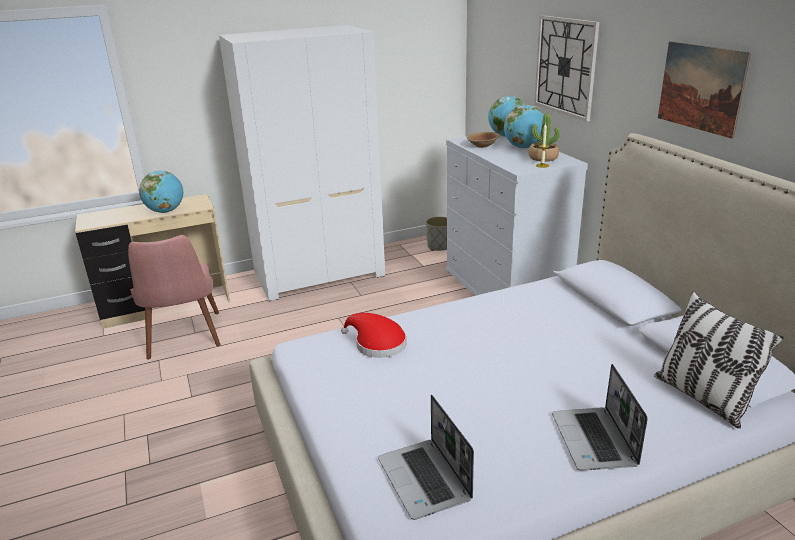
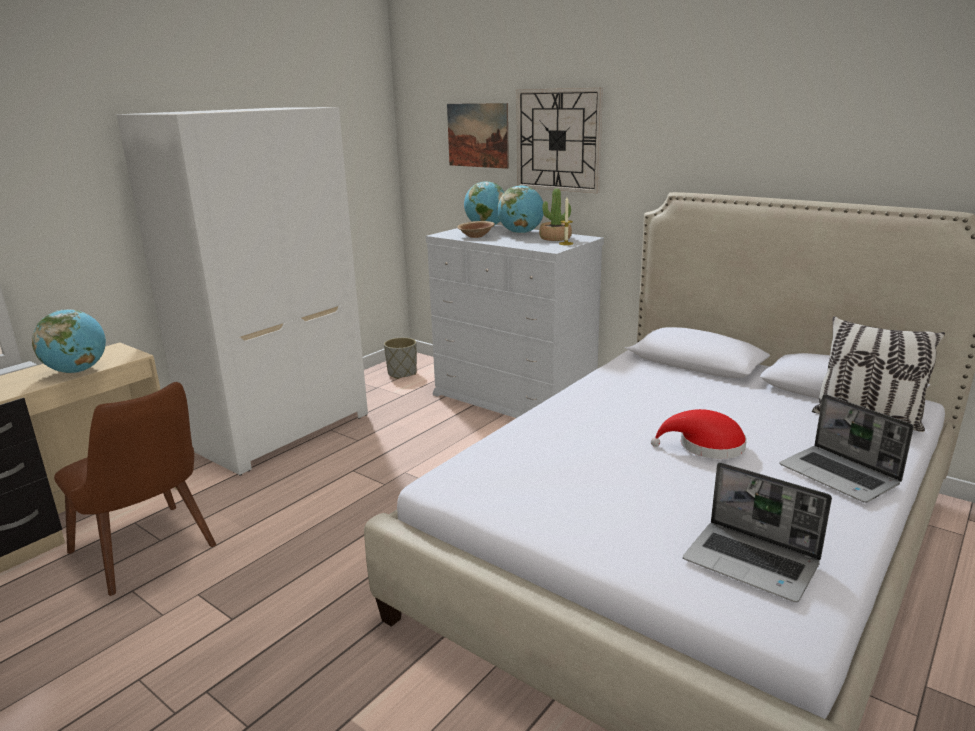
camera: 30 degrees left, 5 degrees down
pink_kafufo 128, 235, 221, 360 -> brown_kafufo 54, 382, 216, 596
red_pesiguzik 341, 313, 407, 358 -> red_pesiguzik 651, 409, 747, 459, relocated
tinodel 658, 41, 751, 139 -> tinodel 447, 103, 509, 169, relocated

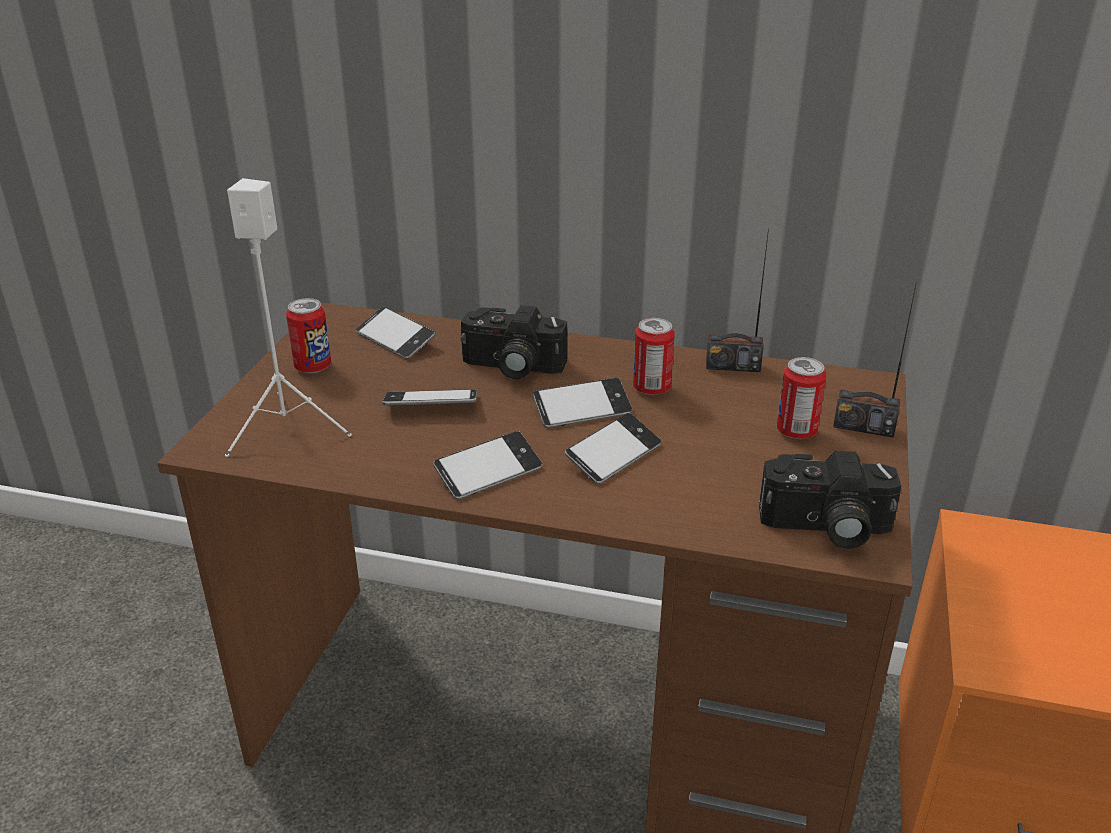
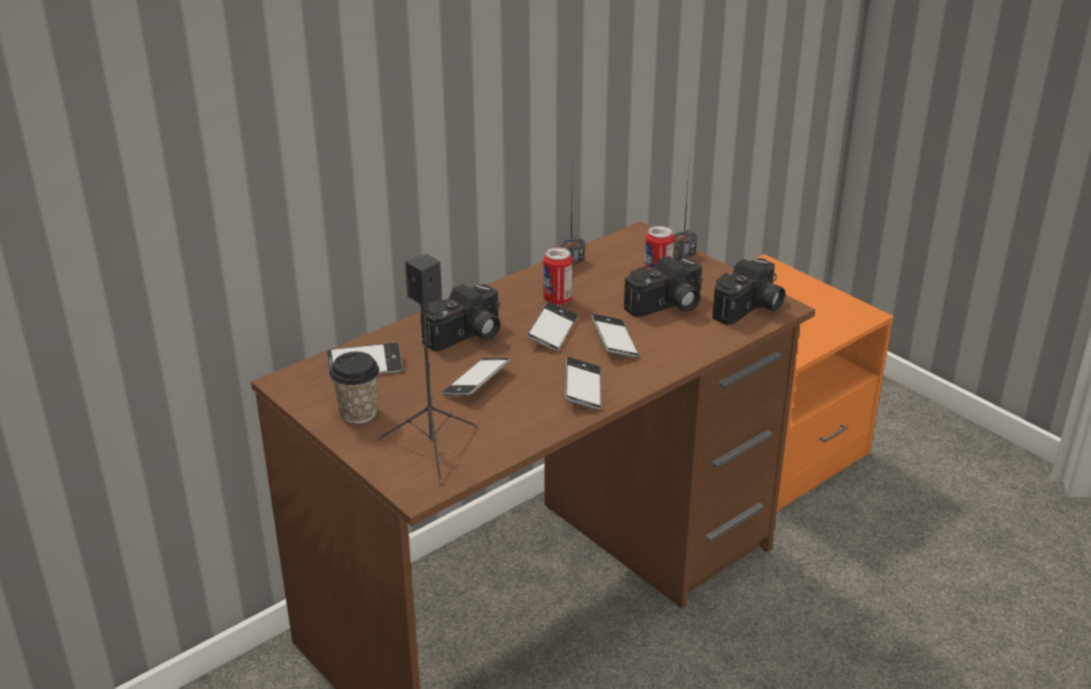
camera: 55 degrees left, 0 degrees up
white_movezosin 225, 178, 352, 457 -> black_movezosin 378, 254, 478, 485
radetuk 286, 298, 331, 373 -> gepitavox 330, 352, 379, 424
none -> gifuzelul 624, 256, 703, 317

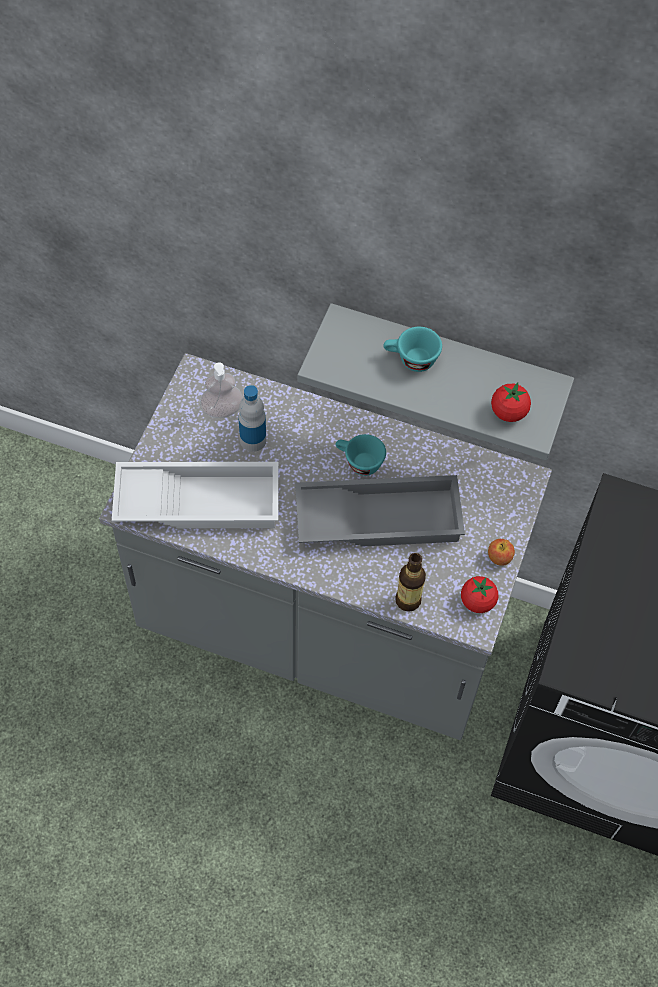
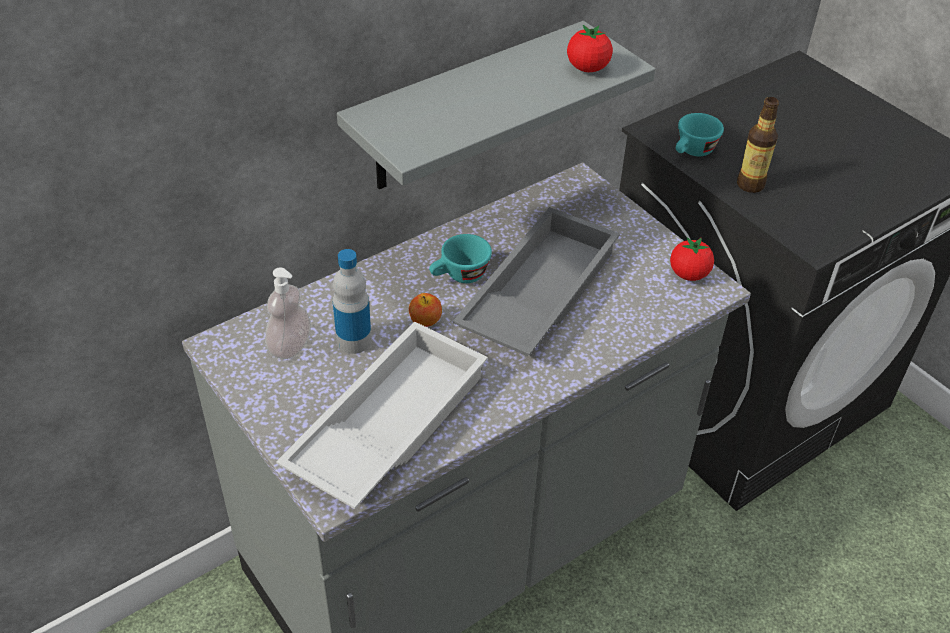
camera: 55 degrees left, 15 degrees down
turquoise_gepitavox 383, 327, 442, 372 -> turquoise_gepitavox 676, 113, 724, 156, relocated
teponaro 395, 553, 426, 612 -> teponaro 737, 97, 779, 193, relocated
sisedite 488, 539, 515, 566 -> sisedite 409, 293, 442, 327, relocated

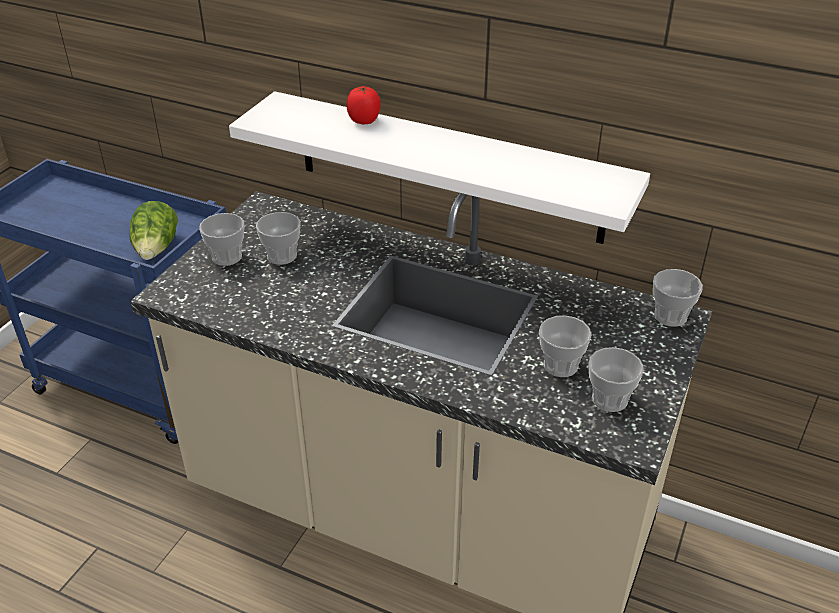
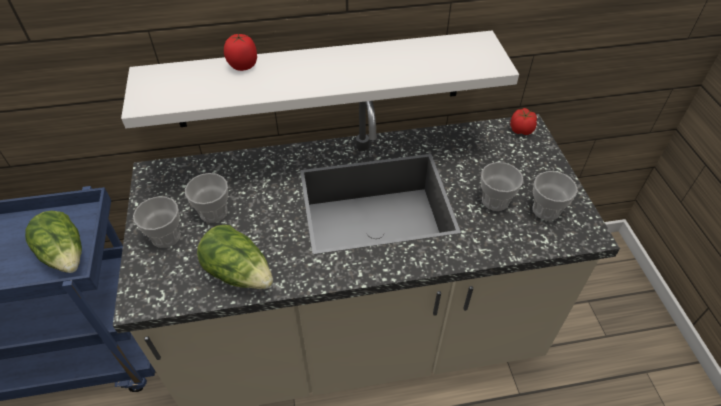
camera: 35 degrees left, 10 degrees up
gepitavox 653, 269, 703, 327 -> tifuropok 510, 108, 537, 135
none -> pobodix 197, 225, 273, 289

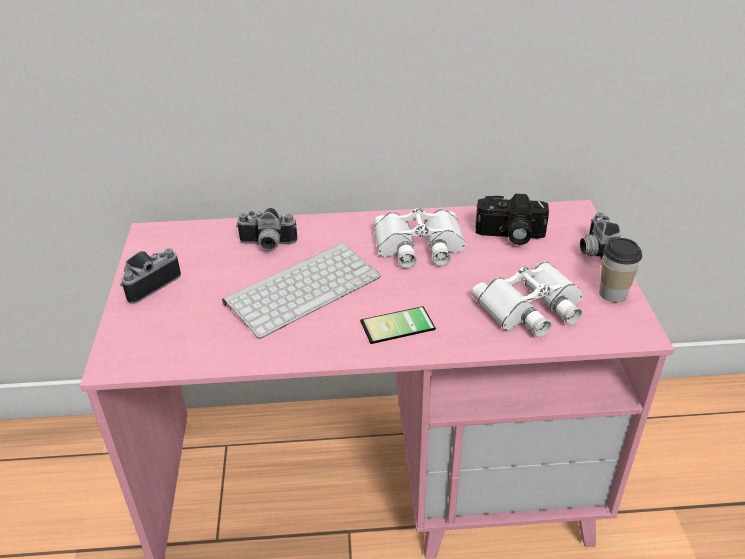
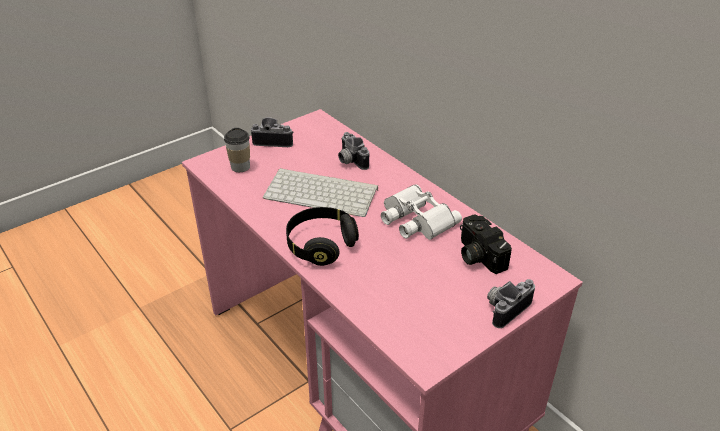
camera: 55 degrees right, 0 degrees up
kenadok 360, 306, 436, 344 -> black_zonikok 286, 207, 359, 266
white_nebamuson 472, 261, 583, 337 -> none
gepitavox 599, 238, 642, 302 -> gepitavox 224, 128, 250, 172, relocated

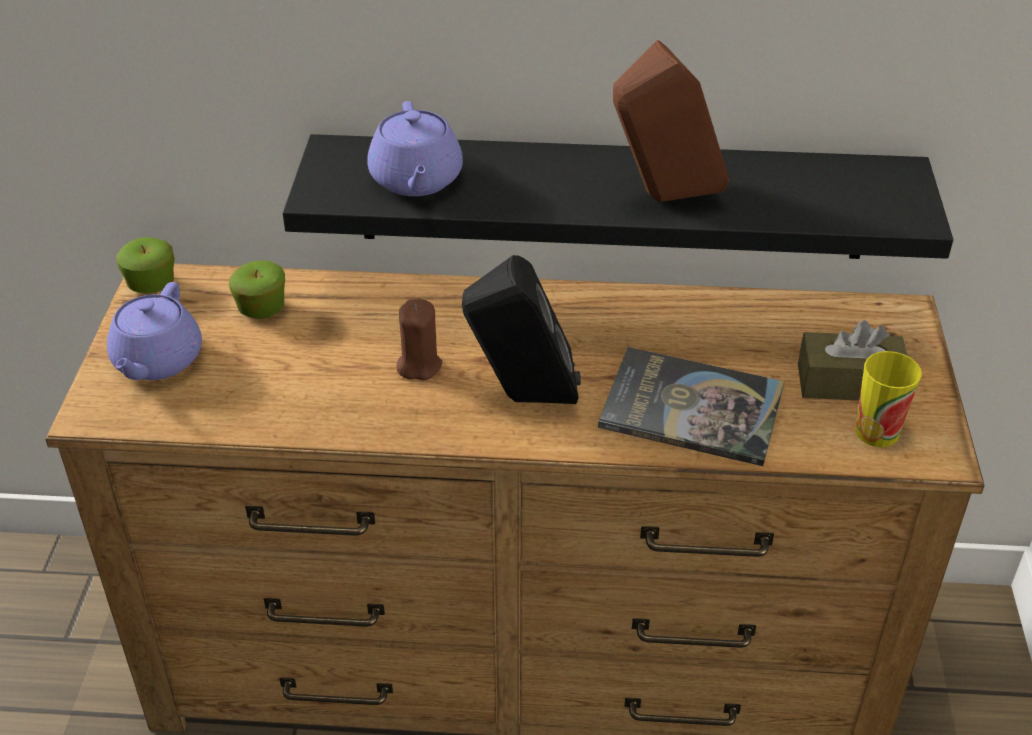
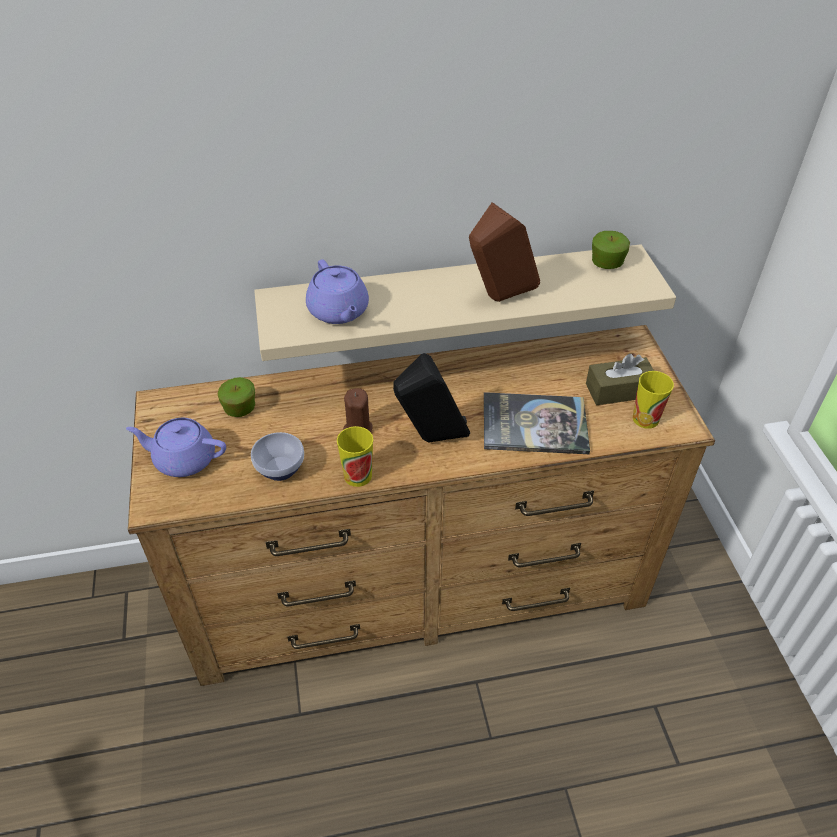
camera: 15 degrees left, 5 degrees up
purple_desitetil 107, 282, 202, 380 -> purple_desitetil 126, 418, 226, 477, 105 degrees clockwise
sisedite 116, 237, 175, 293 -> sisedite 592, 231, 630, 269, relocated
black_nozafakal 283, 134, 953, 259 -> beige_nozafakal 254, 244, 676, 361
none -> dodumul 251, 432, 304, 481
none -> gepitavox 337, 426, 373, 487

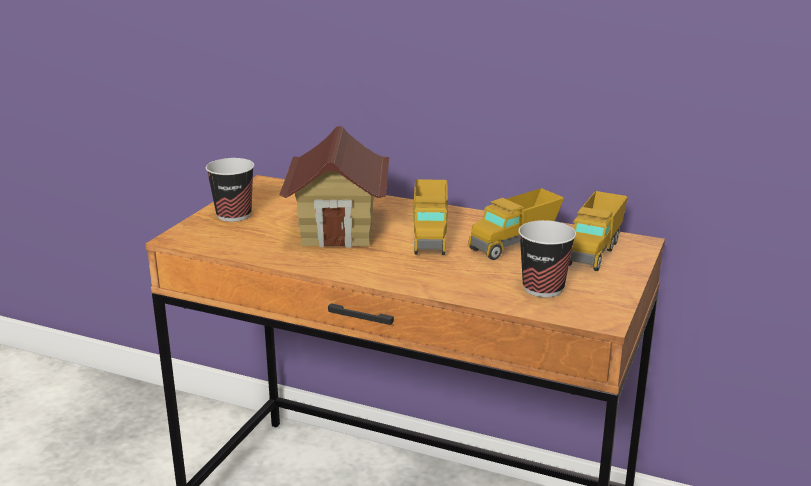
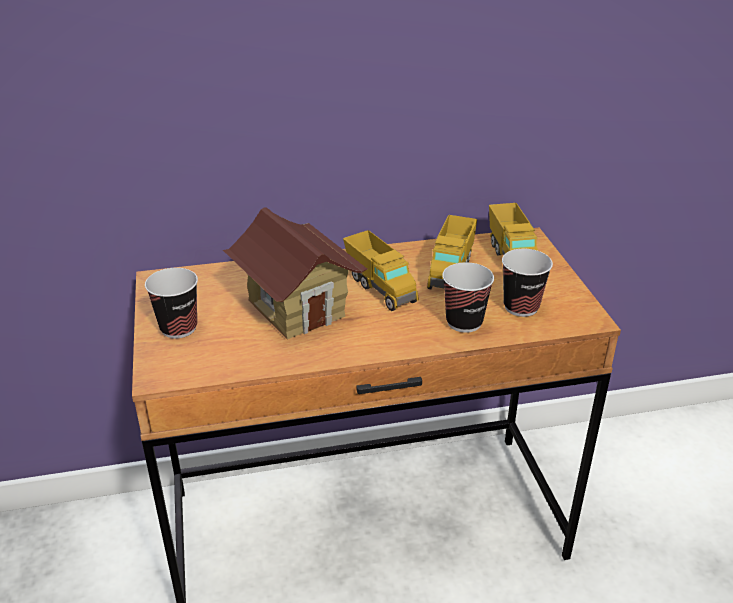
camera: 35 degrees left, 10 degrees up
none -> gepitavox 442, 262, 494, 333

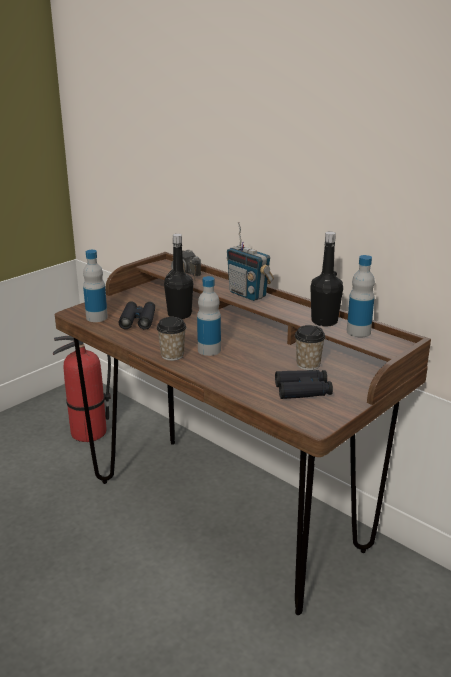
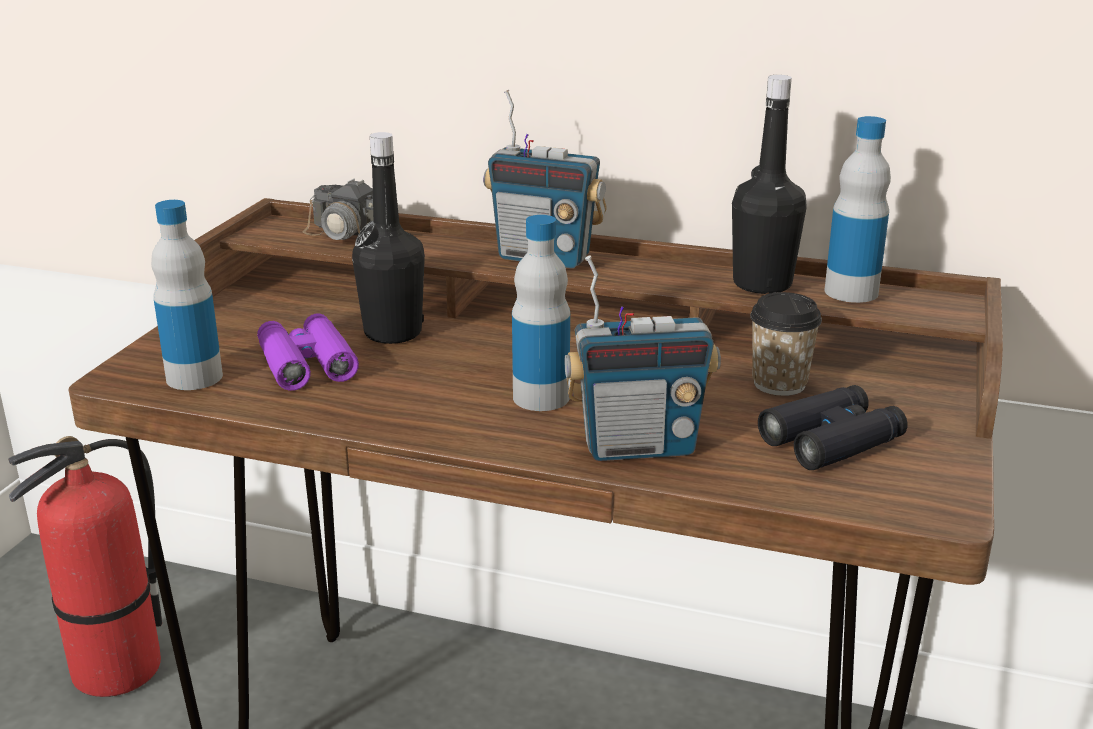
camera: 25 degrees left, 0 degrees up
black_nebamuson 119, 301, 155, 330 -> purple_nebamuson 257, 314, 359, 391
gepitavox 157, 317, 186, 361 -> none
none -> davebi 565, 255, 721, 461

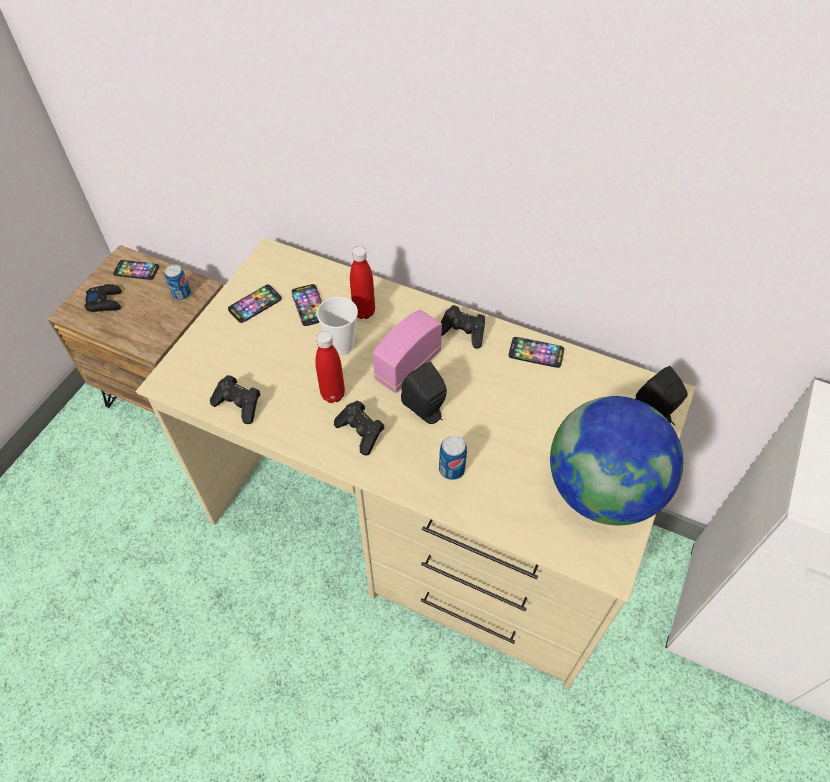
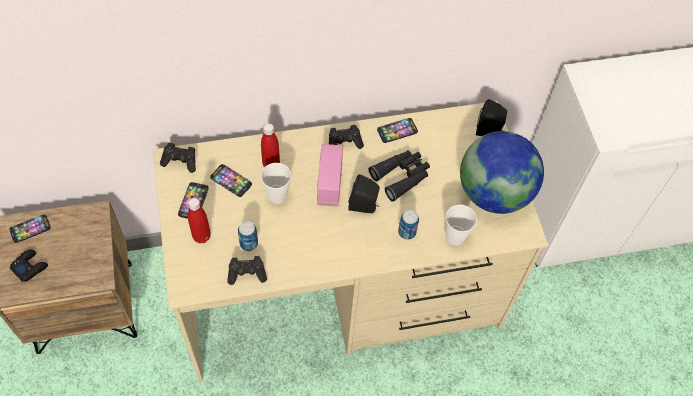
camera: 40 degrees left, 5 degrees up
radetuk 165, 265, 191, 300 -> radetuk 238, 221, 258, 251, relocated
red_teponaro 316, 331, 345, 403 -> red_teponaro 188, 198, 211, 243, relocated
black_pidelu 334, 401, 384, 455 -> black_pidelu 160, 143, 196, 173, relocated
none -> black_nebamuson 368, 150, 430, 202
none -> gepitavox 446, 205, 477, 246

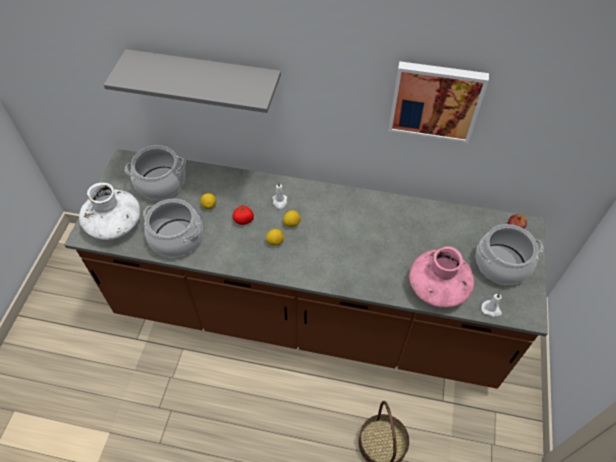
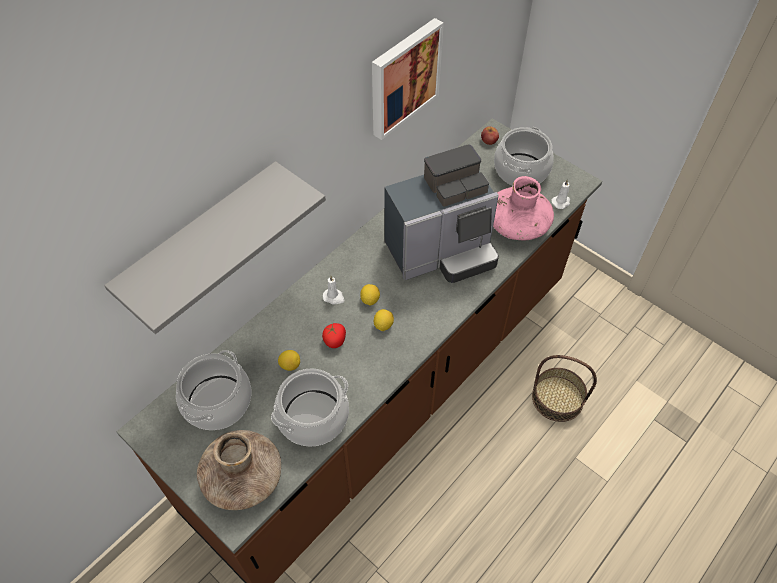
camera: 60 degrees left, 0 degrees up
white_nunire 79, 183, 140, 240 -> brown_nunire 197, 430, 281, 510
none -> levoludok 385, 144, 499, 283

